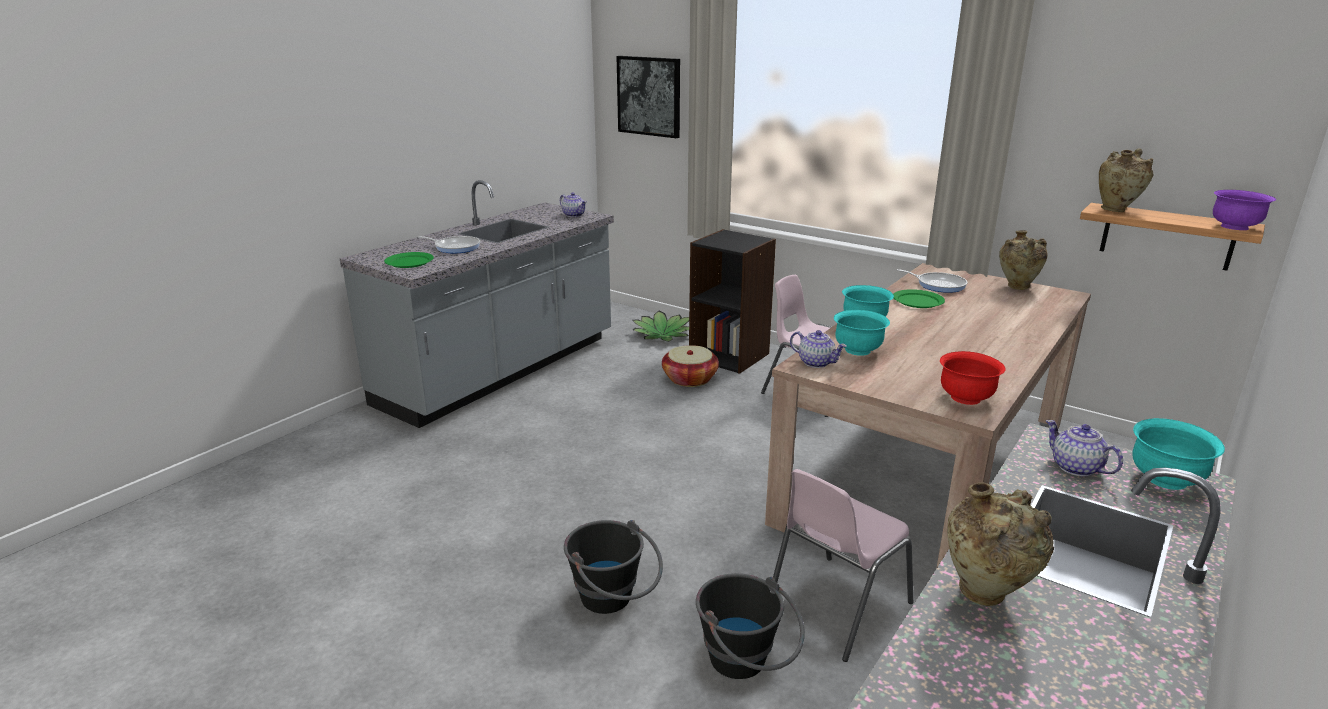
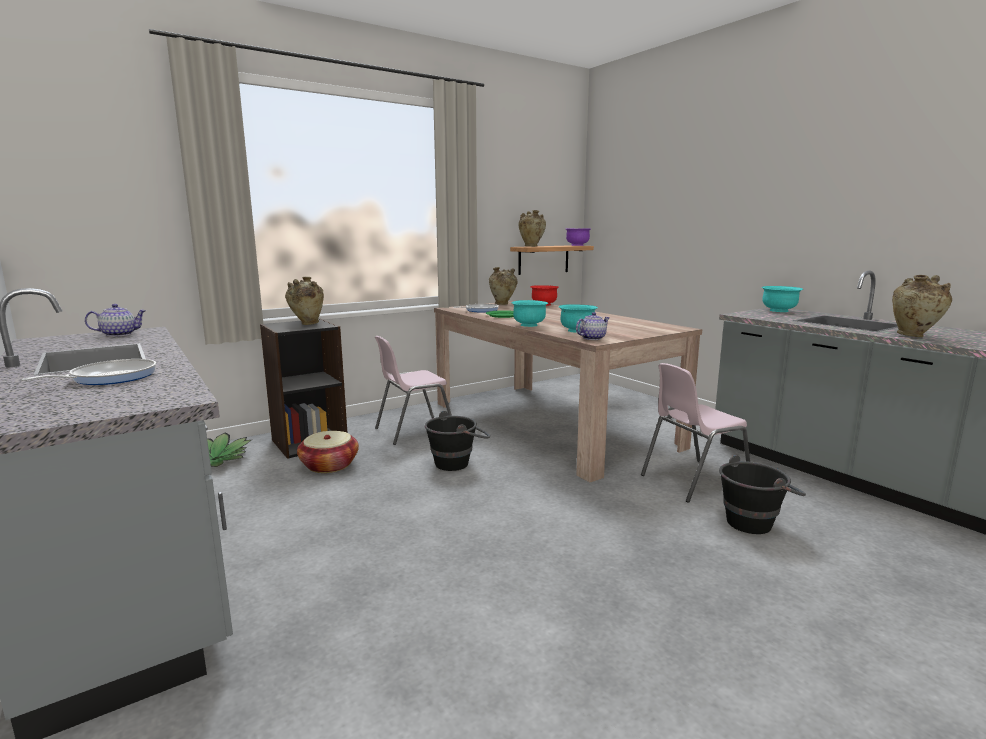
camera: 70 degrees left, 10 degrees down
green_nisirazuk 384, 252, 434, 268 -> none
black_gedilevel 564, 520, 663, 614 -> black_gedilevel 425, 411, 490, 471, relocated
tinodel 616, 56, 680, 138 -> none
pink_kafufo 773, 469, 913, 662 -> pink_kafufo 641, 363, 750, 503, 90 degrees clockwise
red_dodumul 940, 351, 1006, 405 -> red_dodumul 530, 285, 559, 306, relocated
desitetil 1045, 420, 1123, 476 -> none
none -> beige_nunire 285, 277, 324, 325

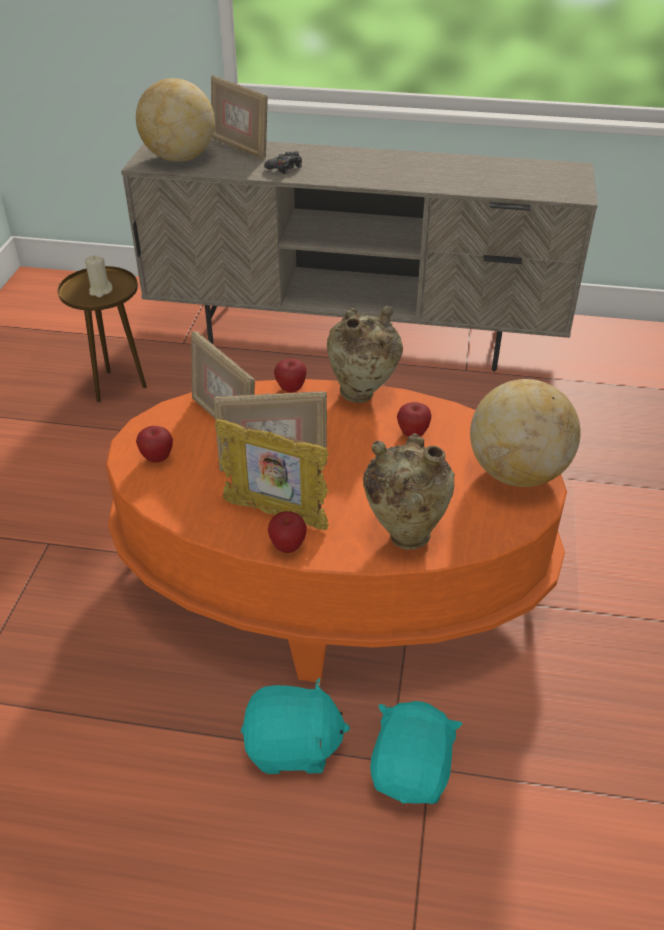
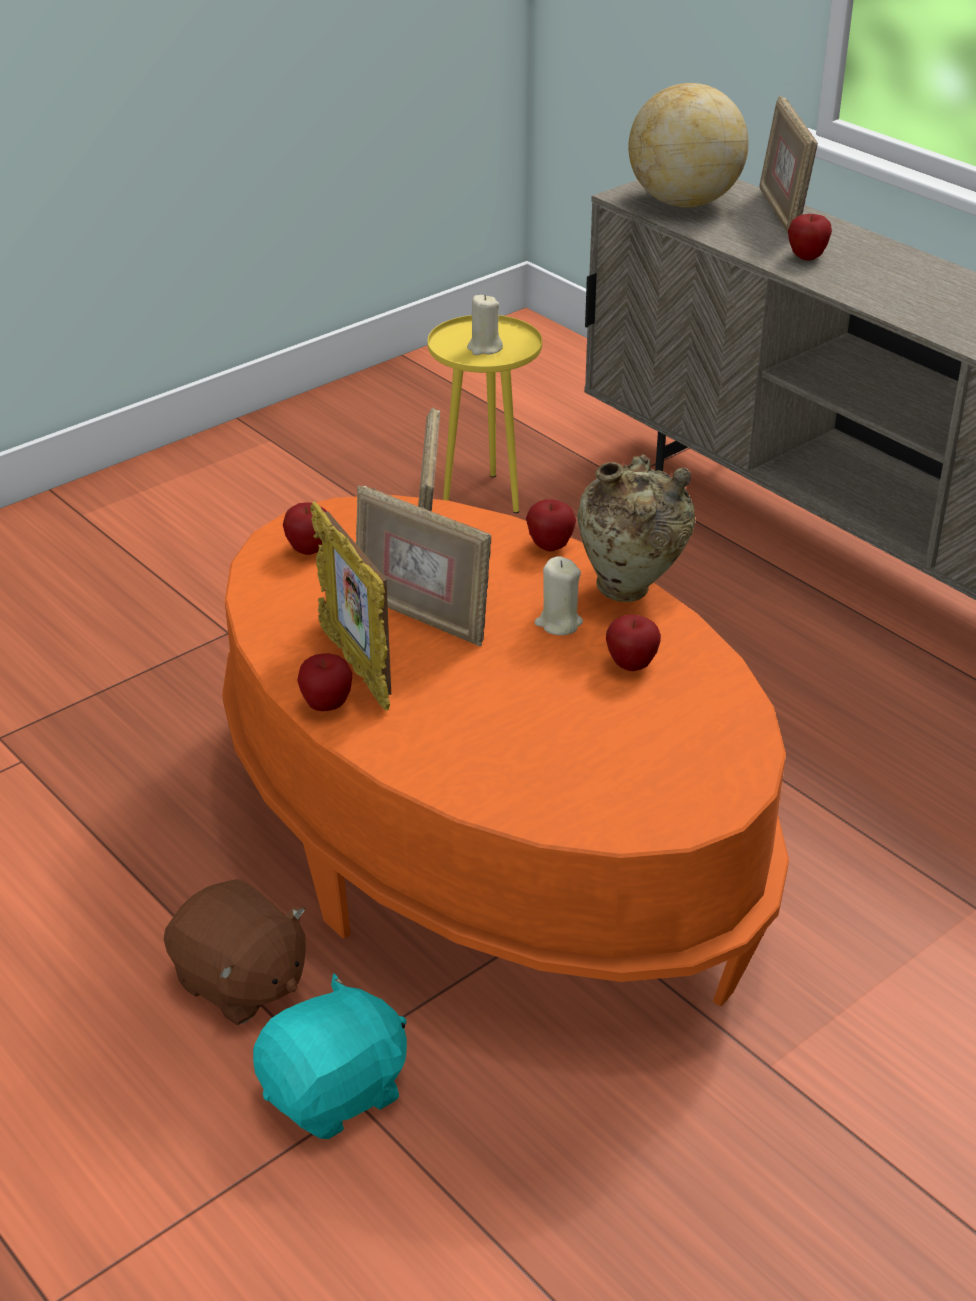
camera: 40 degrees right, 5 degrees down
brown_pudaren 58, 266, 147, 402 -> yellow_pudaren 427, 315, 542, 513
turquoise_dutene 241, 678, 350, 774 -> brown_dutene 164, 879, 306, 1025
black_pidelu 264, 151, 302, 174 -> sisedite 788, 214, 832, 260
beige_nunire 363, 433, 455, 550 -> none
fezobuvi 470, 379, 580, 487 -> none
none -> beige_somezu 534, 556, 583, 635

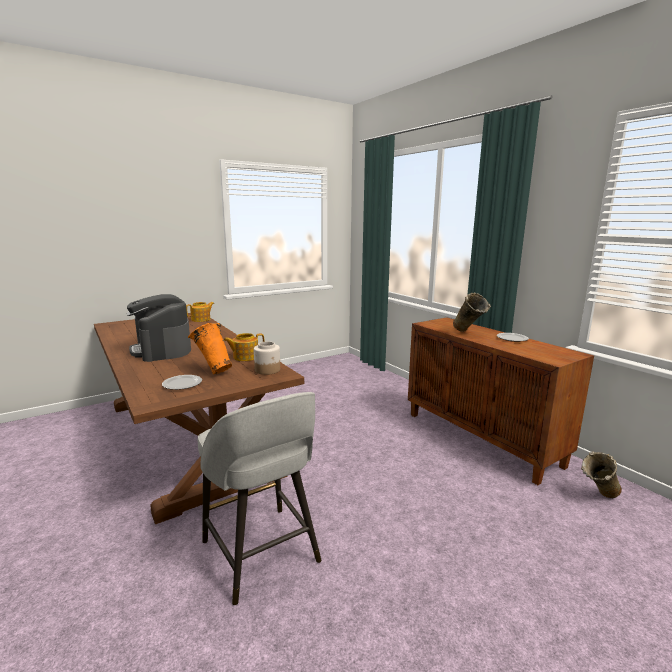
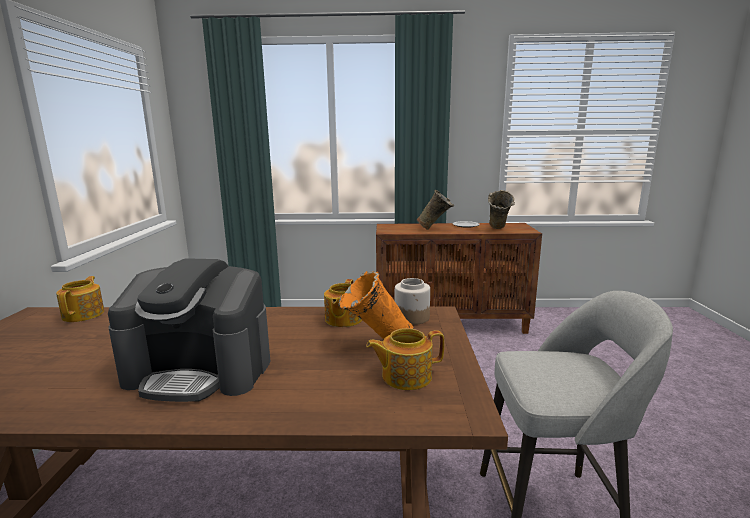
camera: 55 degrees left, 0 degrees up
nisirazuk 162, 375, 202, 390 -> desitetil 366, 328, 444, 390
beige_nunire 581, 451, 622, 498 -> beige_nunire 488, 190, 515, 229, relocated

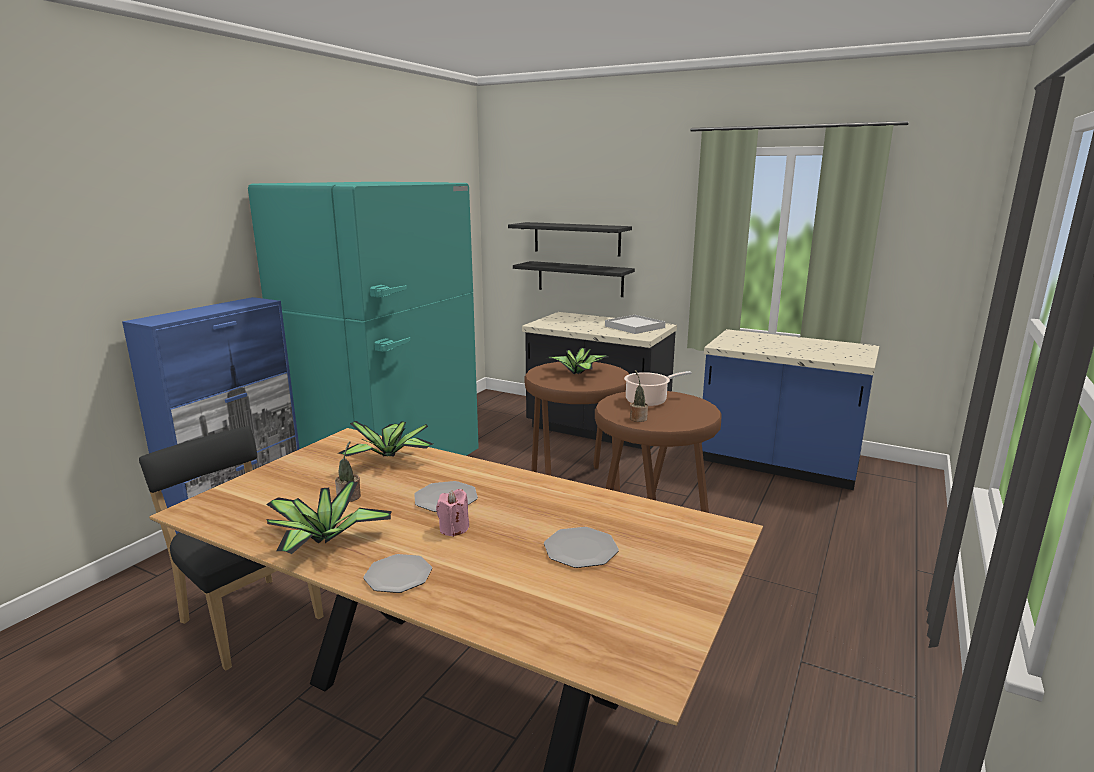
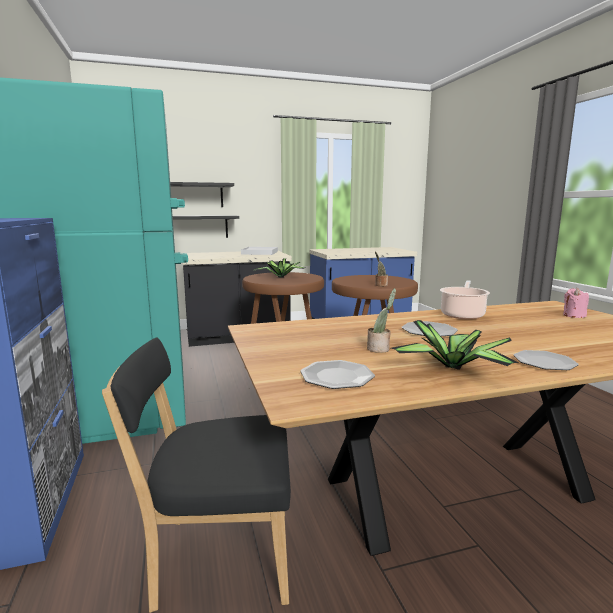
camera: 45 degrees left, 5 degrees down
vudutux 337, 421, 433, 458 -> none
pink_somezu 436, 489, 469, 537 -> pink_somezu 563, 288, 589, 318, relocated
nisirazuk 544, 527, 619, 568 -> nisirazuk 300, 360, 375, 389, relocated
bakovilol 624, 371, 692, 407 -> bakovilol 440, 280, 490, 319, relocated

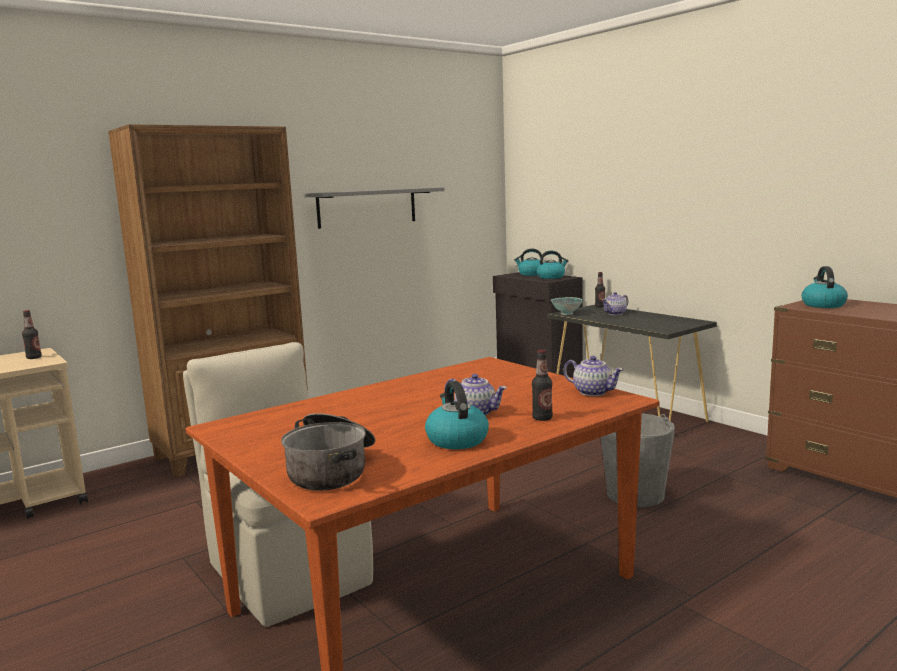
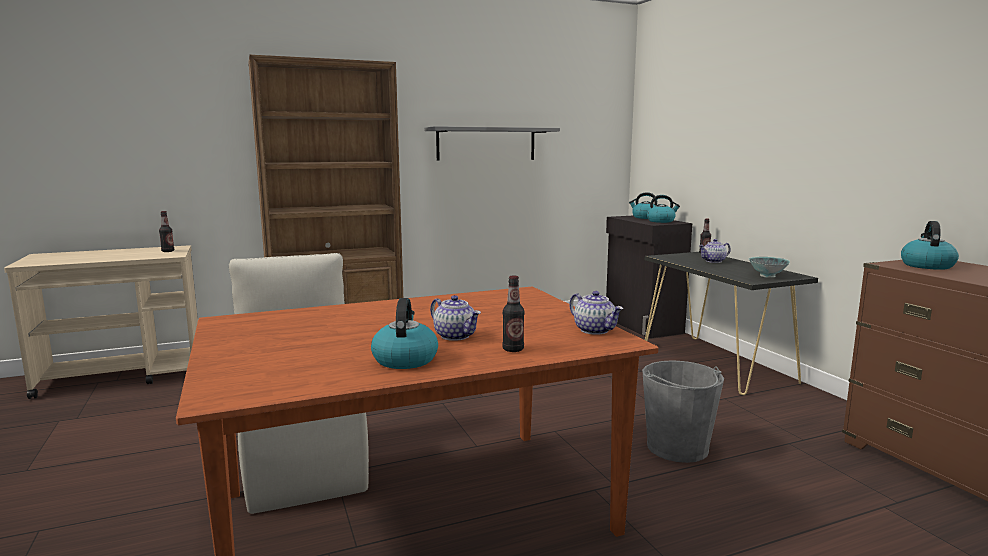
camera: 15 degrees right, 0 degrees up
bakovilol 281, 413, 376, 490 -> none
dodumul 550, 297, 583, 315 -> dodumul 749, 257, 790, 278, relocated

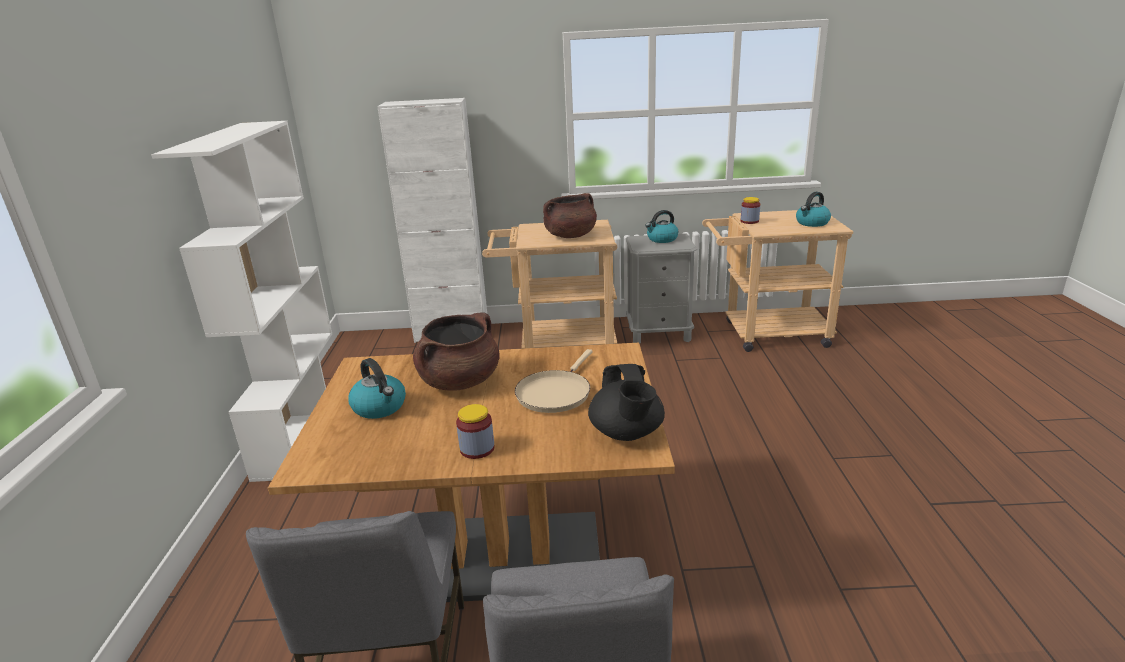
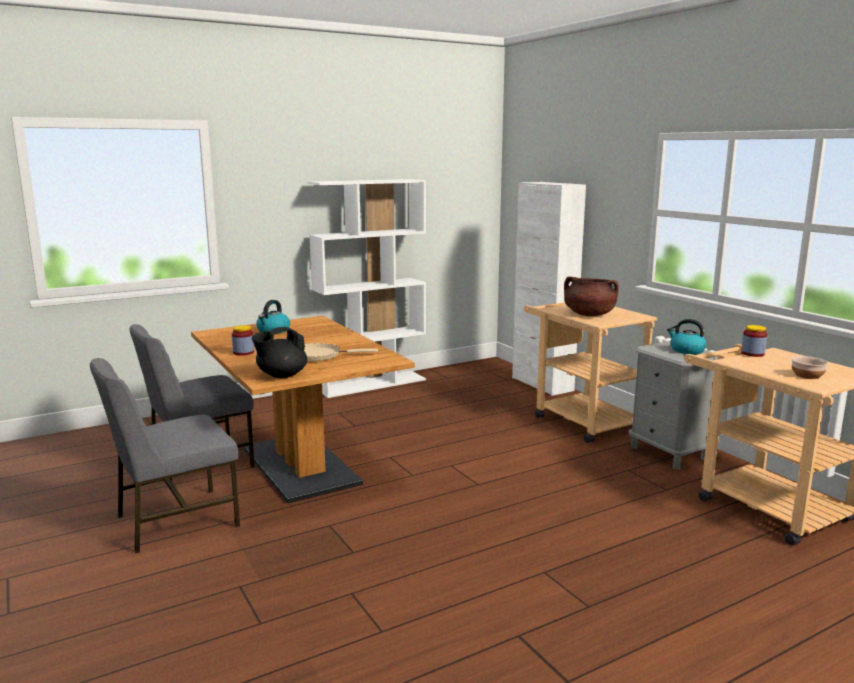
camera: 60 degrees right, 10 degrees down
brown_bakovilol 413, 313, 499, 391 -> none
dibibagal 796, 192, 831, 227 -> dodumul 792, 356, 828, 379

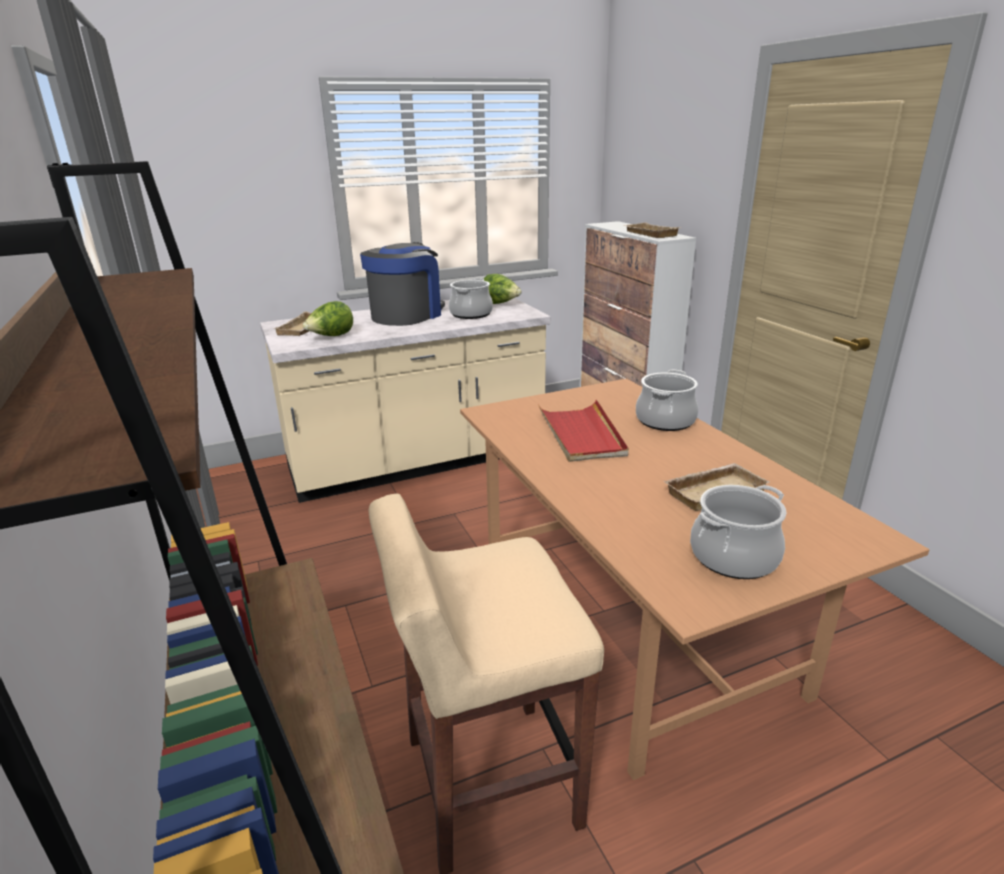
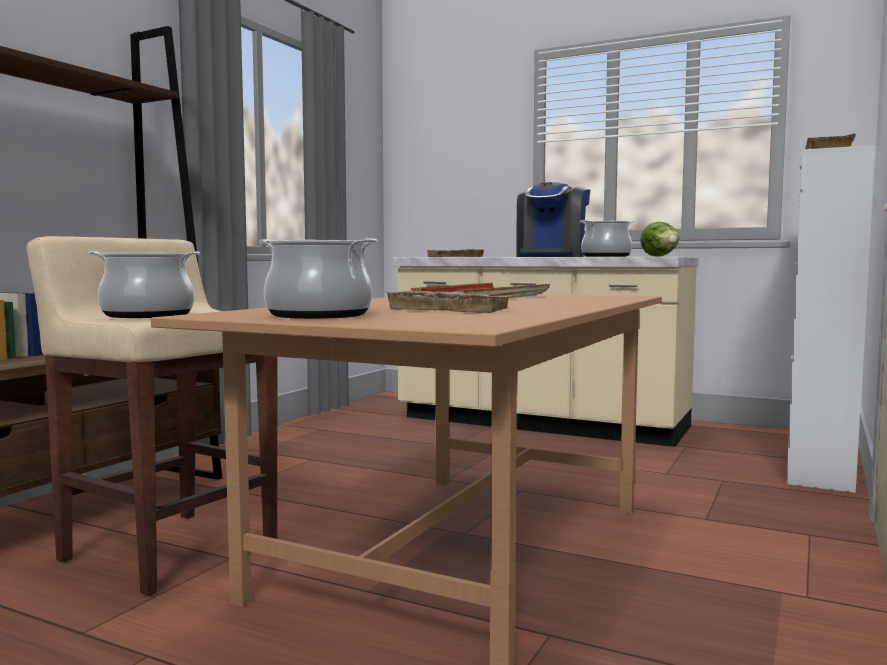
camera: 50 degrees right, 20 degrees down
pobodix 303, 301, 353, 336 -> none
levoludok 360, 242, 445, 326 -> levoludok 516, 182, 590, 257, 120 degrees clockwise
bakovilol 636, 370, 699, 431 -> bakovilol 88, 251, 200, 318, relocated

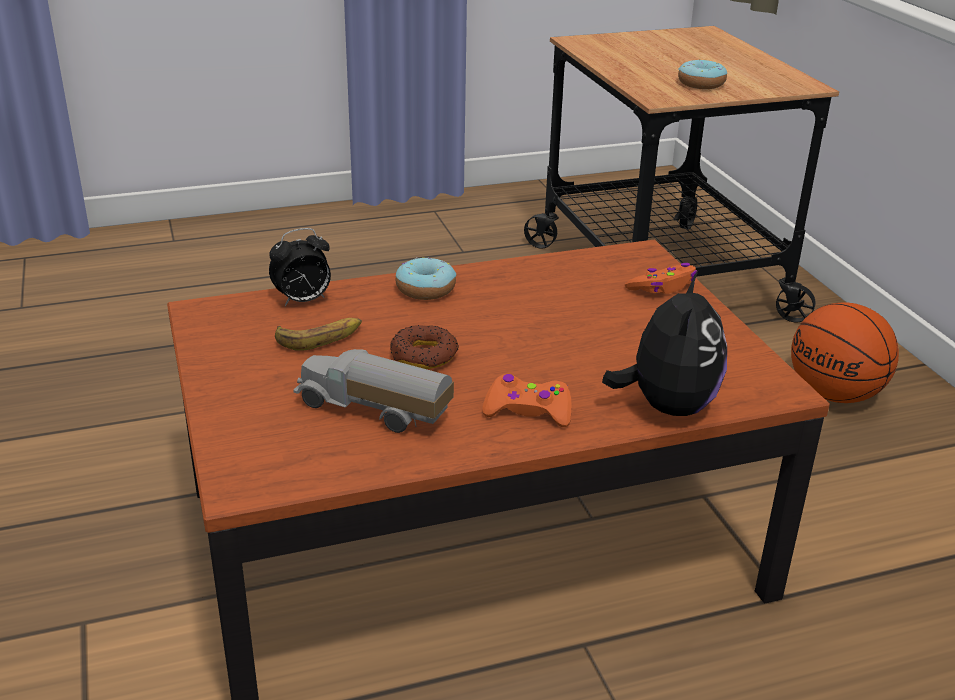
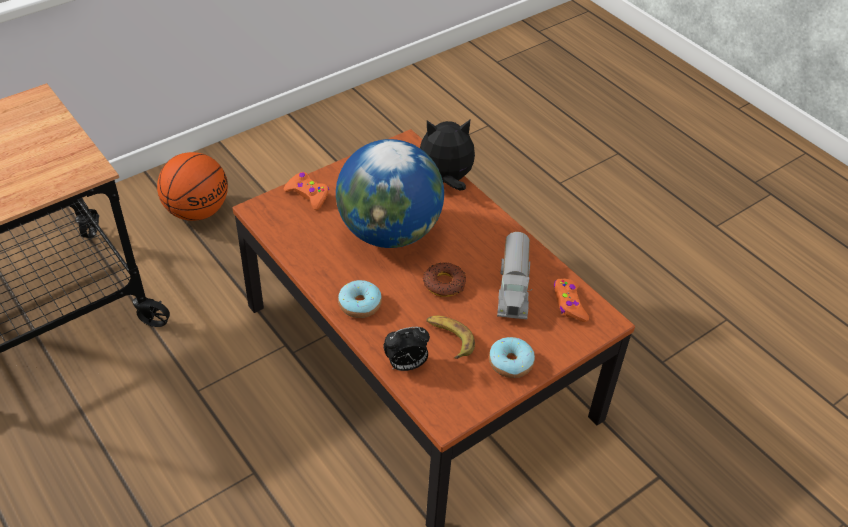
camera: 110 degrees left, 15 degrees up
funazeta 269, 228, 331, 306 -> funazeta 383, 327, 430, 371, 120 degrees clockwise
orange_pidelu 482, 374, 571, 427 -> orange_pidelu 554, 278, 589, 322, relocated
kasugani 678, 60, 727, 89 -> kasugani 489, 337, 535, 378, relocated
none -> fezobuvi 336, 139, 444, 248

